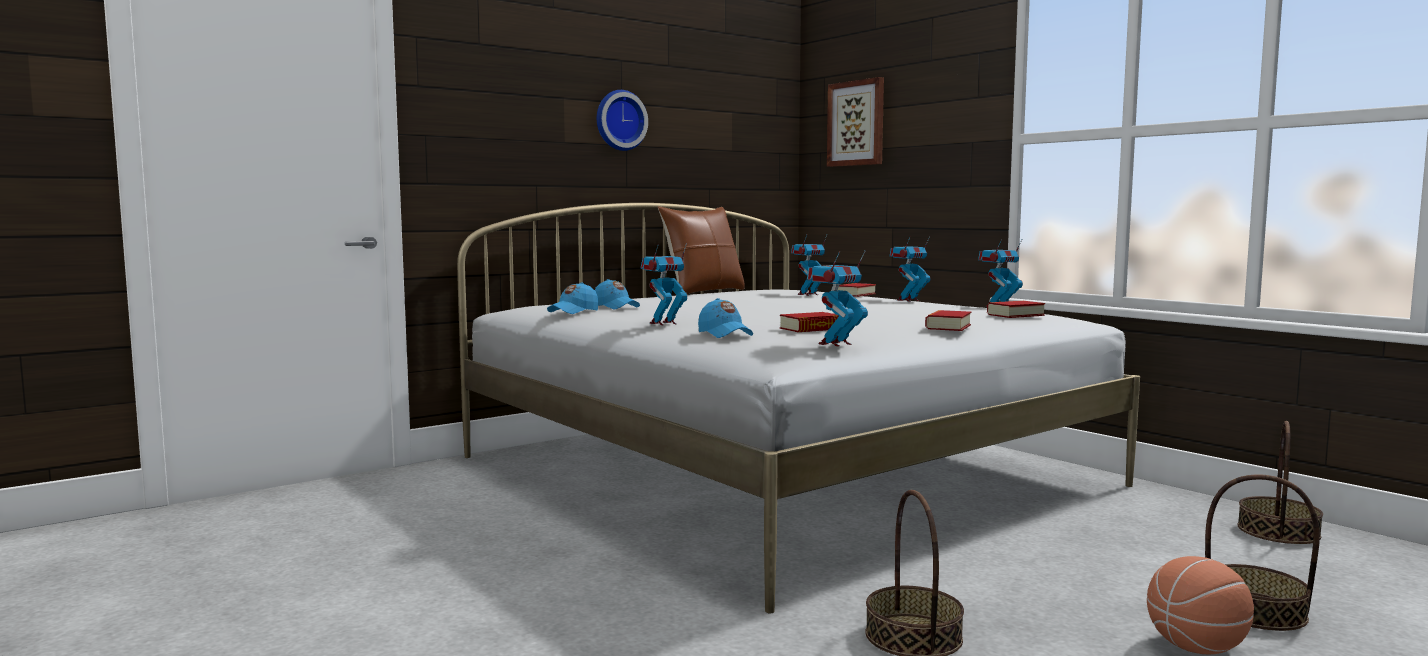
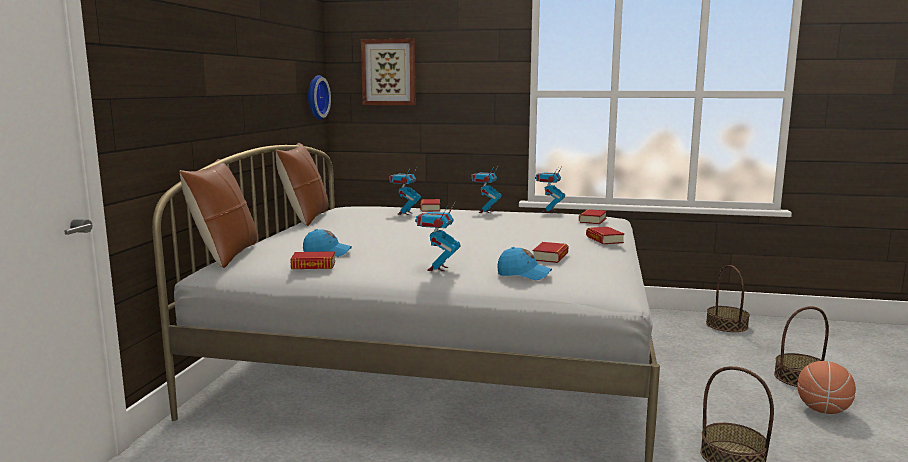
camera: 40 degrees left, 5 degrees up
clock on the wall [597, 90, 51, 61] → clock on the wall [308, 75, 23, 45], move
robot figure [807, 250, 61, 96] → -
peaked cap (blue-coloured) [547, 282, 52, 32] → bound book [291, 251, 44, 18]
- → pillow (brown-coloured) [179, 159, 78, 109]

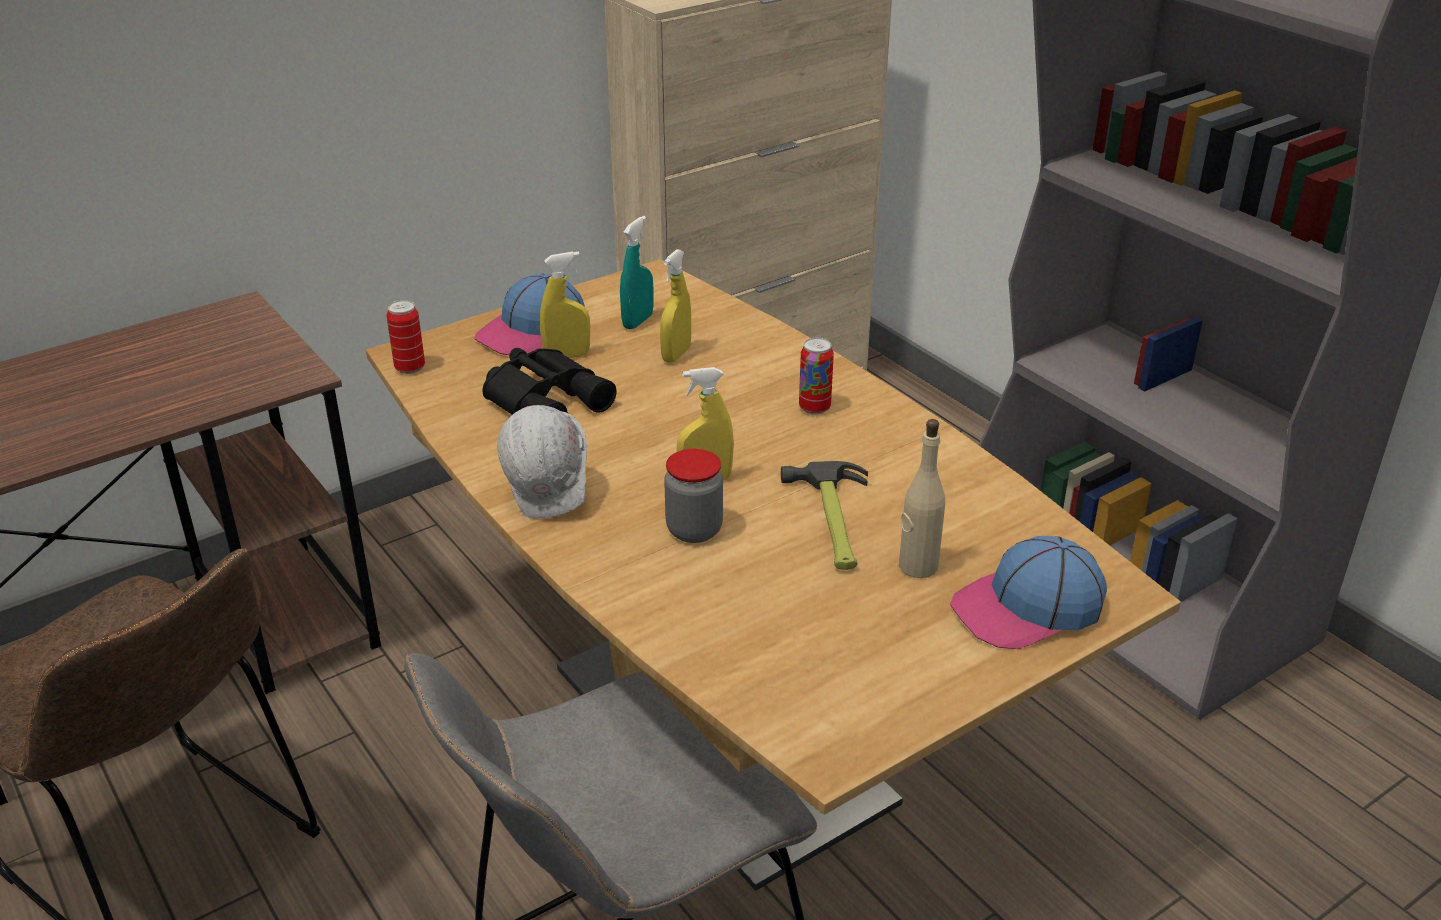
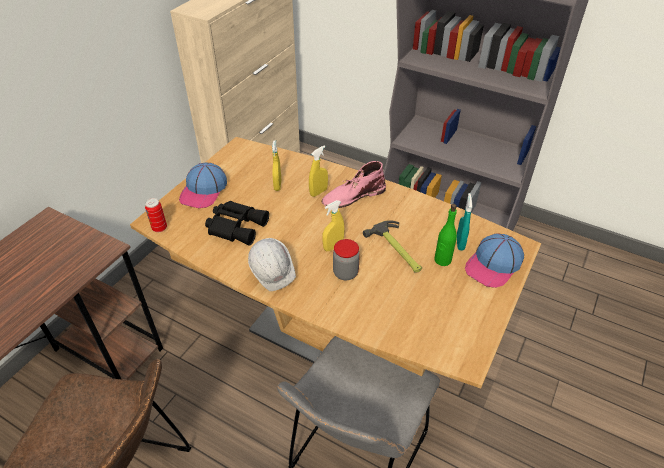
camera: 25 degrees left, 10 degrees up
sprayer (turquoise) [620, 216, 34, 113] → sprayer (turquoise) [457, 193, 15, 58], move
sprayer (yellow) [540, 251, 50, 107] → sprayer (yellow) [309, 146, 19, 51], move
can [799, 338, 35, 77] → high-top boot (pink-coloured) [322, 161, 64, 47]
beverage bottle (beige-coloured) [899, 419, 46, 159] → beverage bottle (green) [435, 204, 22, 62]

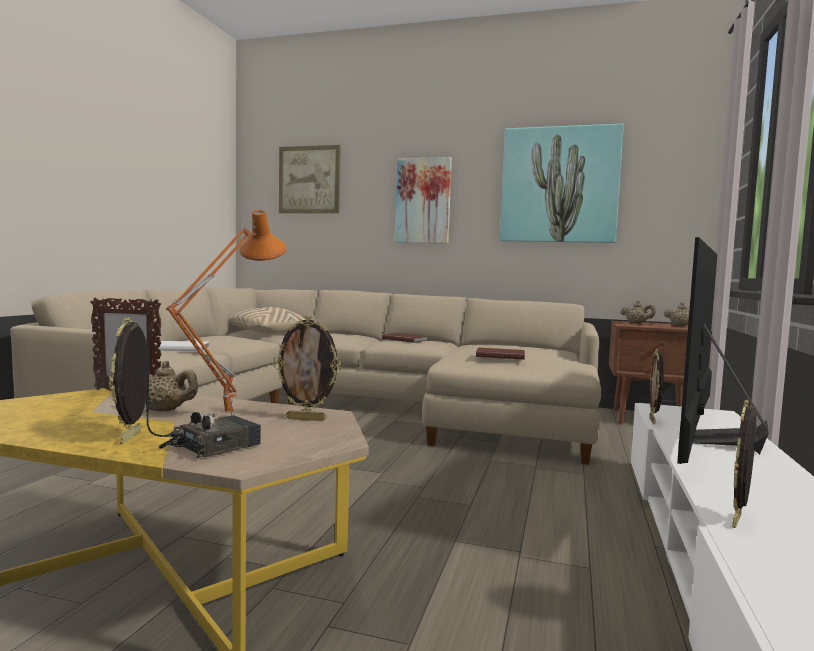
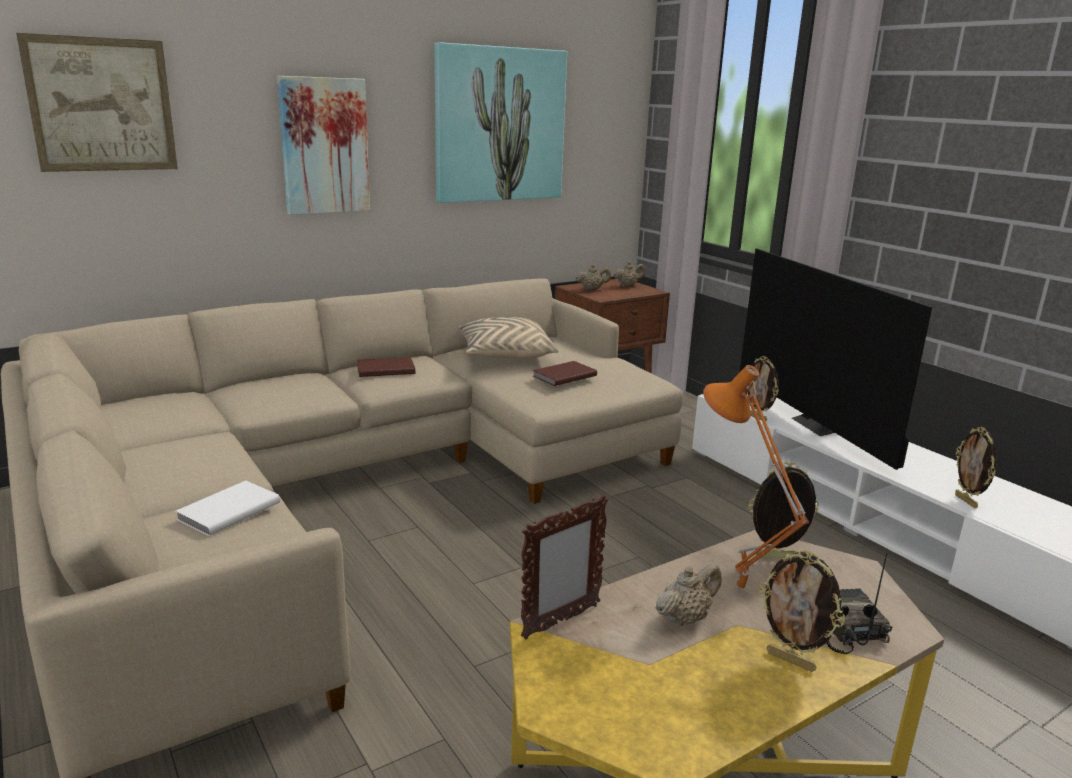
camera: 50 degrees left, 15 degrees up
pillow (beige-coloured) [229, 307, 77, 27] → pillow (beige-coloured) [458, 317, 100, 42], move
photo frame [273, 316, 69, 105] → photo frame [748, 462, 71, 96], 135 degrees counterclockwise

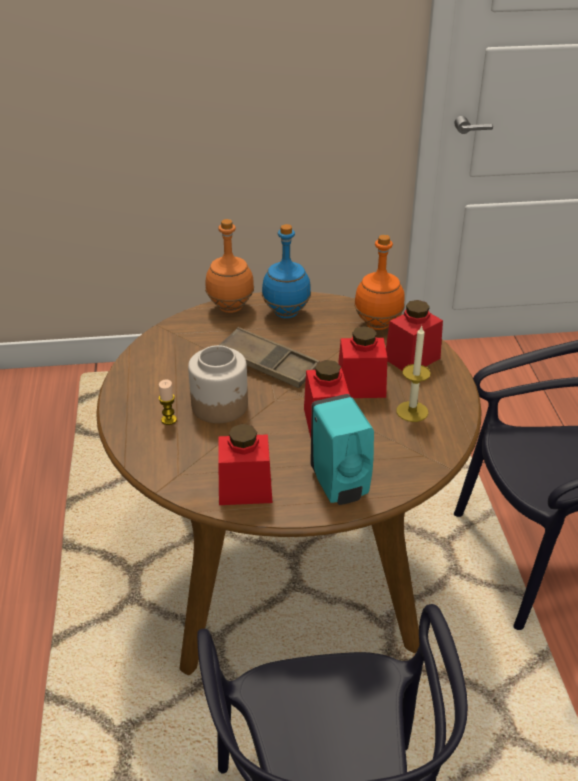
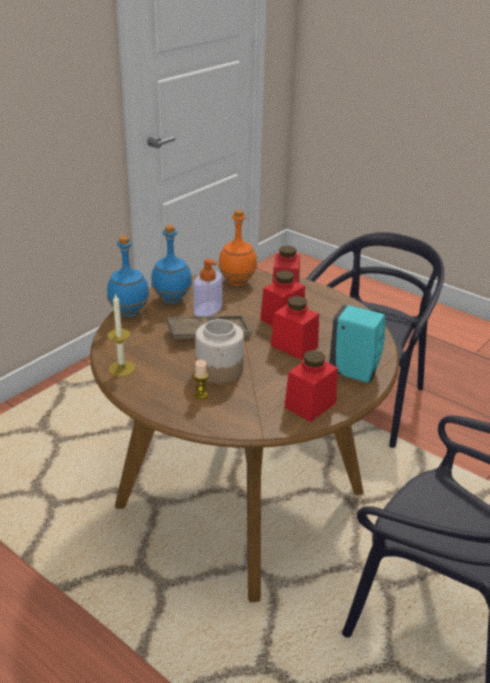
camera: 45 degrees left, 5 degrees down
beverage bottle (orange-coloured) [205, 219, 49, 94] → beverage bottle (blue-coloured) [107, 236, 42, 81]
wax light [396, 325, 35, 97] → wax light [107, 293, 28, 83], move
- → soap dispenser [193, 258, 29, 58]

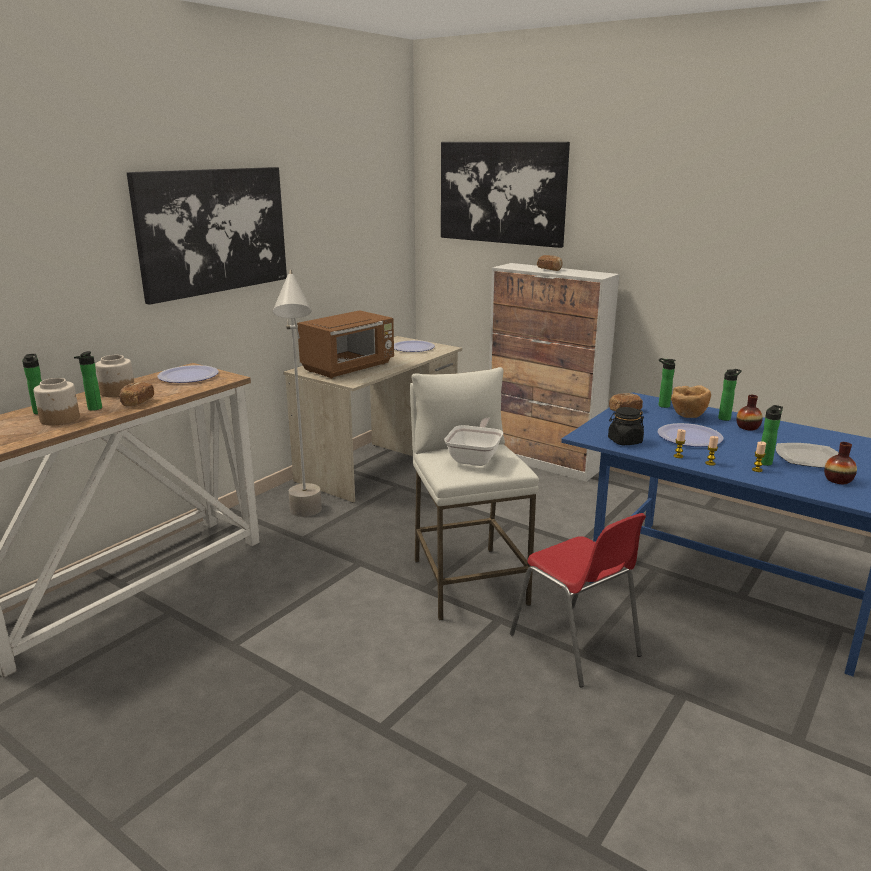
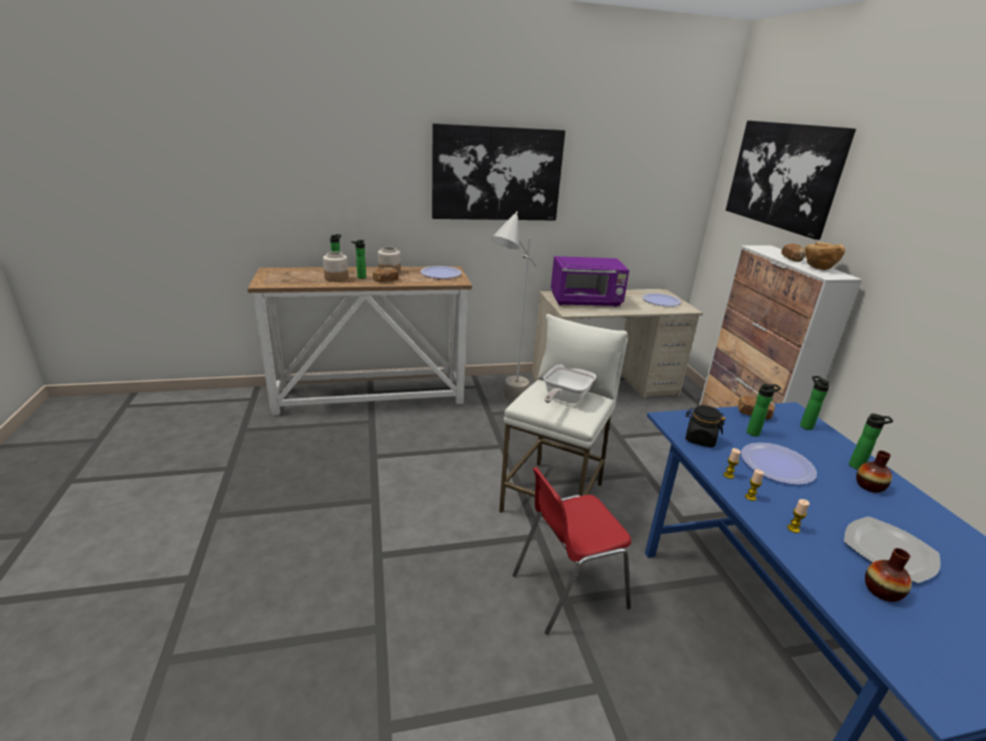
camera: 40 degrees right, 5 degrees up
kitchen microwave (brown-coloured) [297, 310, 97, 69] → kitchen microwave (purple) [551, 256, 78, 51]
serving bowl (brown-coloured) [671, 385, 40, 33] → serving bowl (brown-coloured) [805, 242, 40, 28], move
beverage bottle [761, 405, 22, 61] → beverage bottle [747, 384, 34, 52], move
skillet [444, 418, 59, 48] → skillet [543, 364, 54, 40], 150 degrees clockwise
upright chair (red) [510, 513, 136, 175] → upright chair (red) [513, 467, 118, 168], 60 degrees clockwise

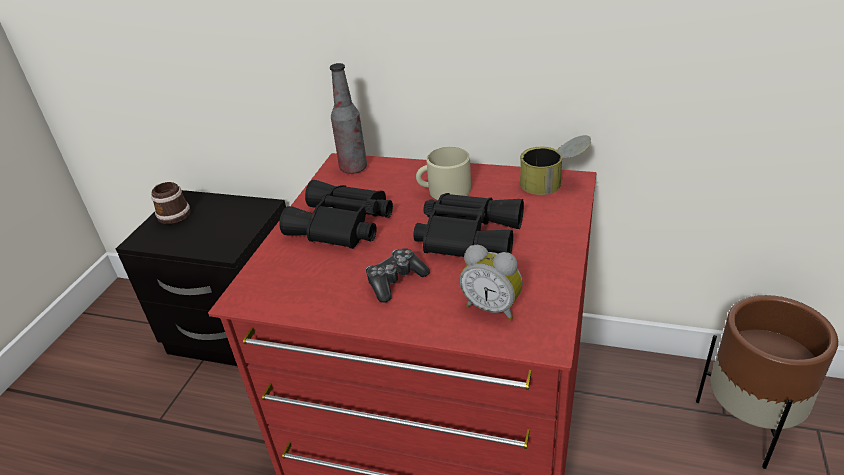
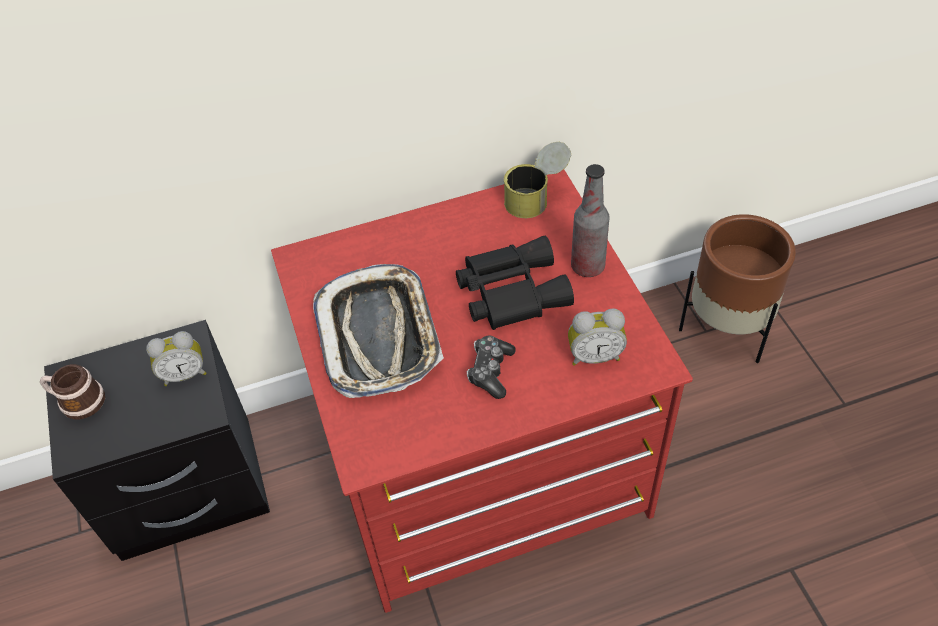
camera: 35 degrees left, 15 degrees up
beverage bottle [330, 63, 37, 111] → beverage bottle [571, 164, 39, 113], move
tea mug (beige-coloured) [416, 147, 55, 53] → -
field glasses (black-coloured) [279, 180, 114, 69] → carrying tray [313, 264, 131, 134]
- → alarm clock [146, 331, 61, 55]

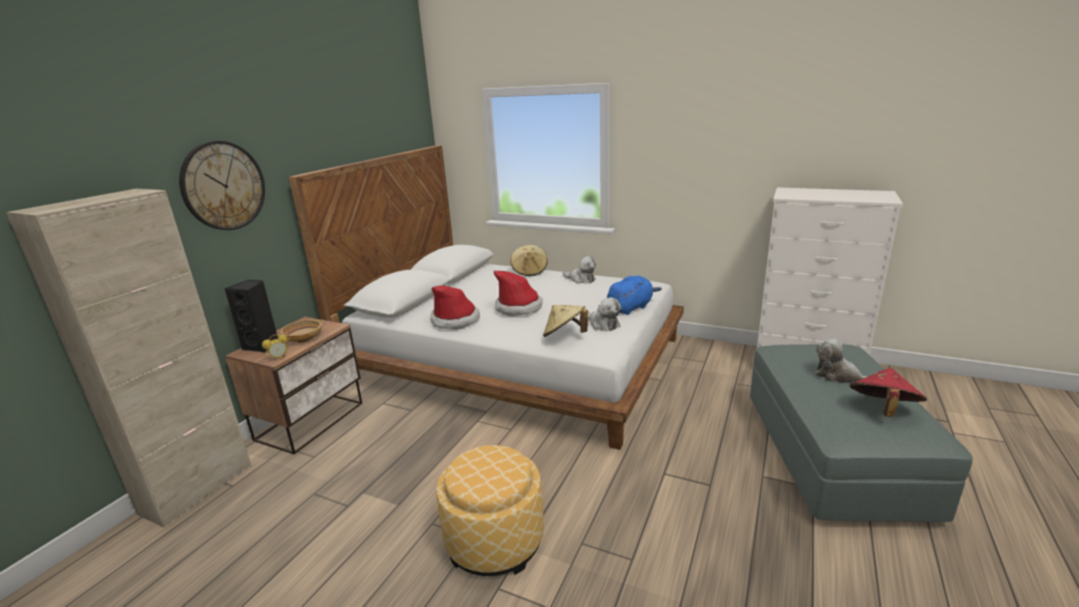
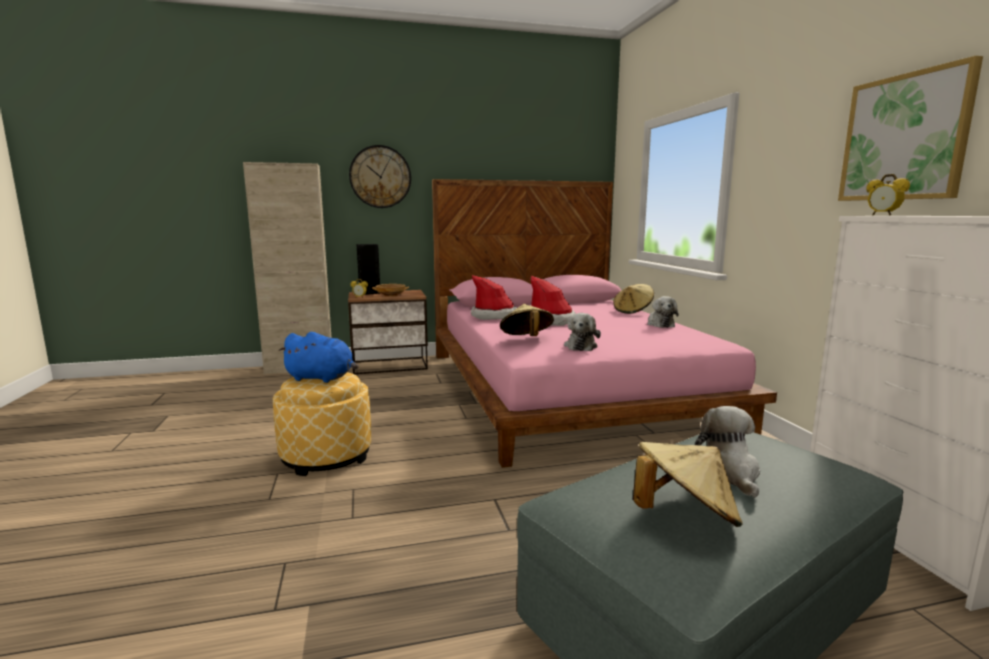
camera: 50 degrees right, 10 degrees down
sleeping bed (white) [289, 145, 395, 305] → sleeping bed (pink-coloured) [432, 179, 345, 289]
plush toy (blue-coloured) [607, 276, 55, 39] → plush toy (blue-coloured) [278, 332, 80, 51], move
hat (red) [850, 368, 77, 49] → hat (beige-coloured) [633, 442, 110, 85]
- → wall picture [838, 56, 145, 145]
- → alarm clock [866, 174, 44, 42]

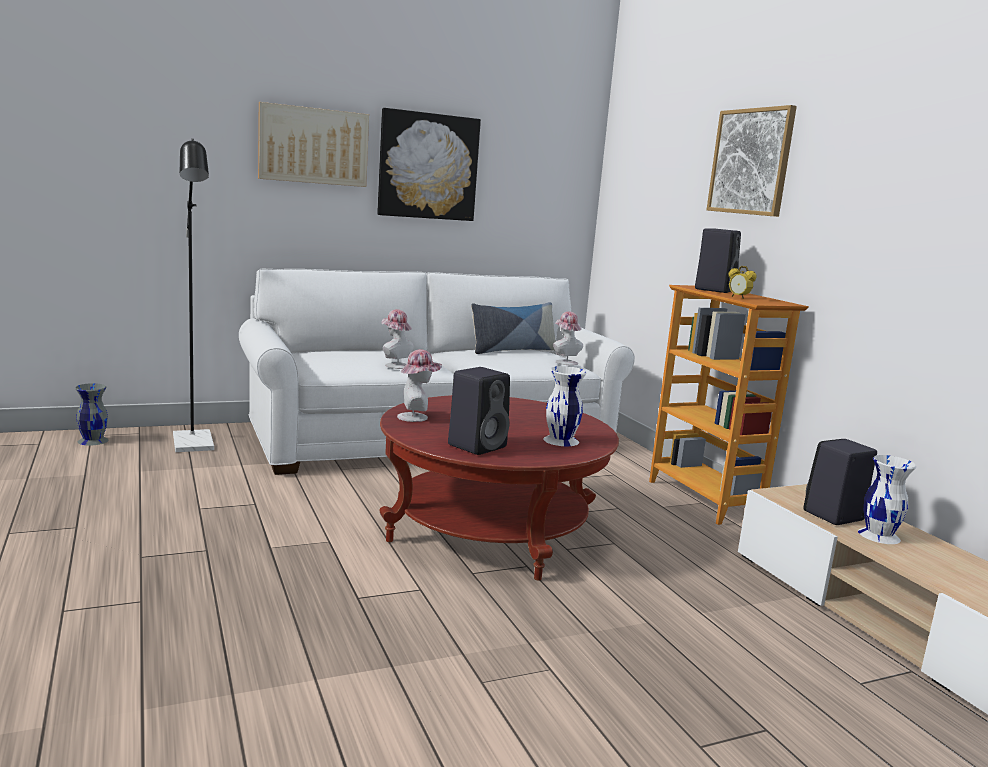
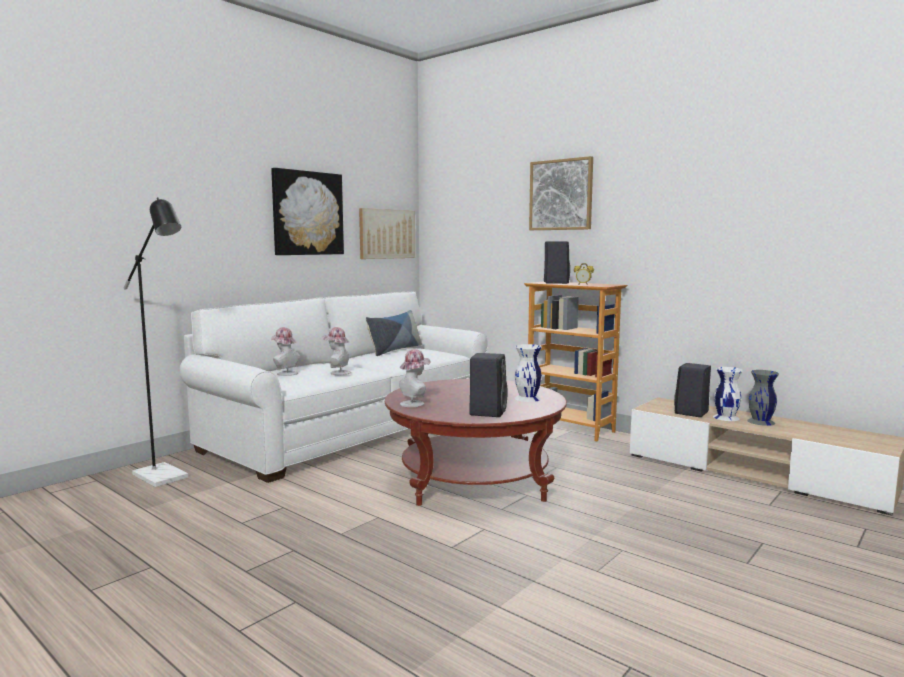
camera: 25 degrees left, 5 degrees down
wall picture [258, 102, 111, 85] → wall picture [359, 208, 56, 51], move
hat [553, 311, 30, 55] → hat [271, 327, 29, 49], move
flower vase (grey) [75, 383, 34, 62] → flower vase (grey) [747, 370, 32, 56], move

